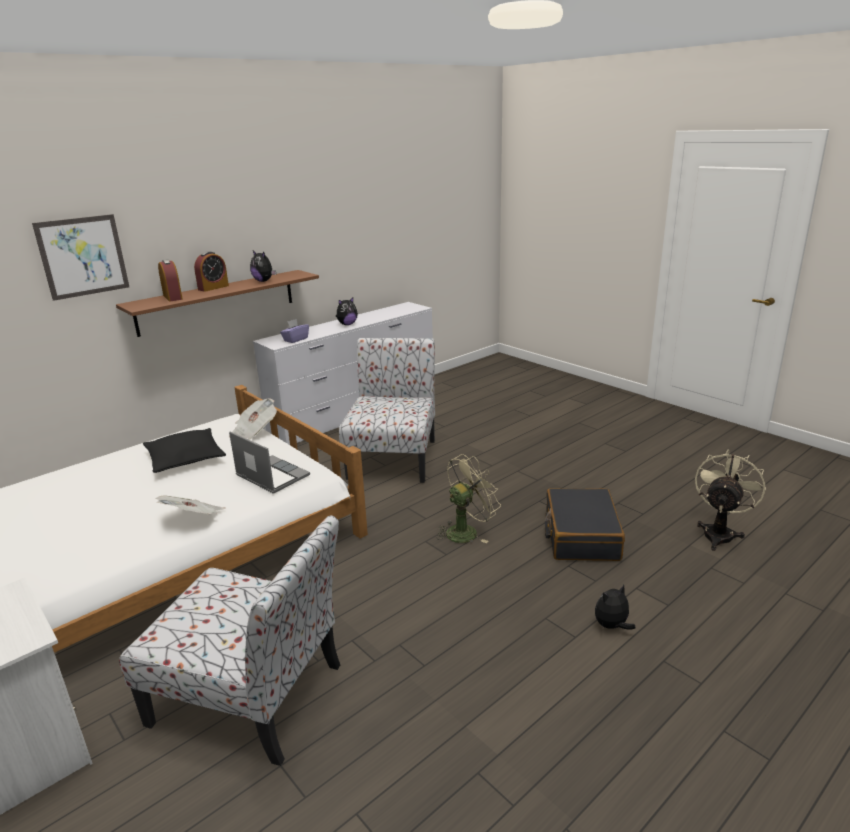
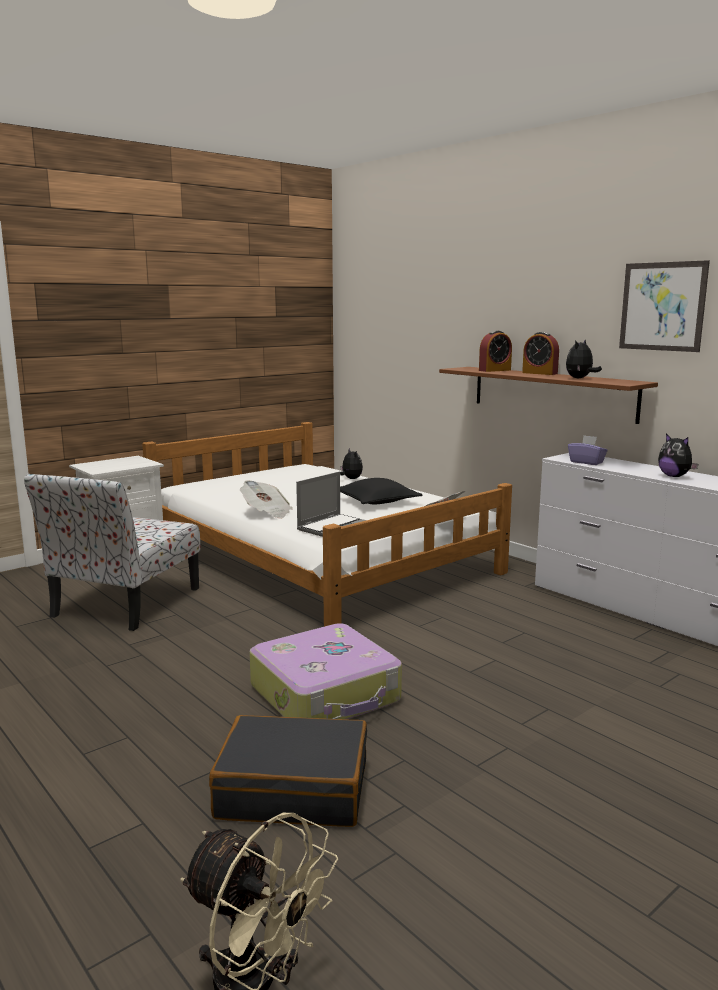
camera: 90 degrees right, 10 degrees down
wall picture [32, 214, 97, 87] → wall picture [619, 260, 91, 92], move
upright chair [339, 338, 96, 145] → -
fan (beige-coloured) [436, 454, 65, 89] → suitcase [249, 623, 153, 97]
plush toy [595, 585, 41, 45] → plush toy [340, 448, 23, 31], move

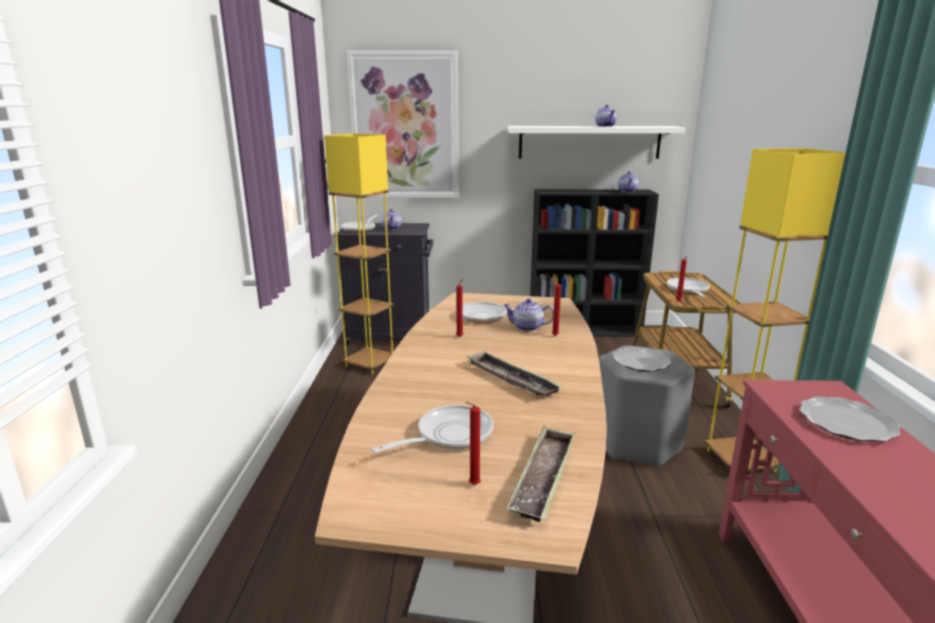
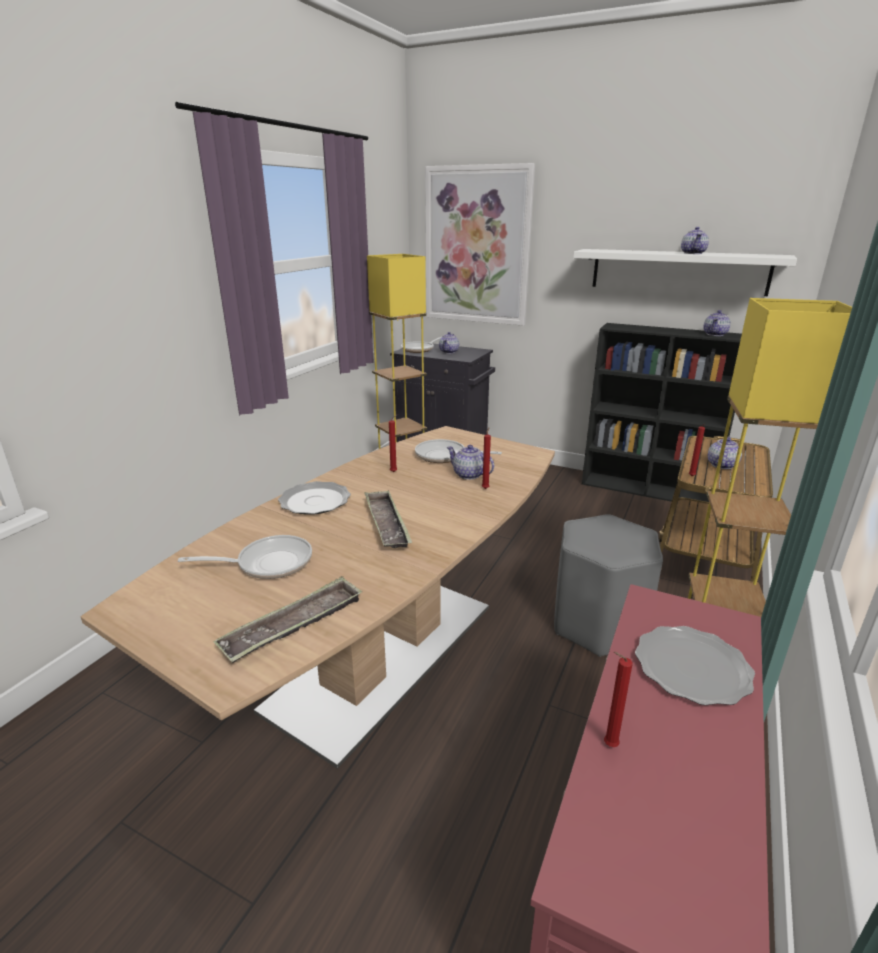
camera: 25 degrees right, 5 degrees up
skillet [667, 278, 43, 19] → pot for tea [708, 436, 34, 33]
flat dish [613, 347, 59, 25] → flat dish [278, 481, 73, 34], move
wax light (red) [466, 402, 15, 83] → wax light (red) [604, 652, 29, 95], move

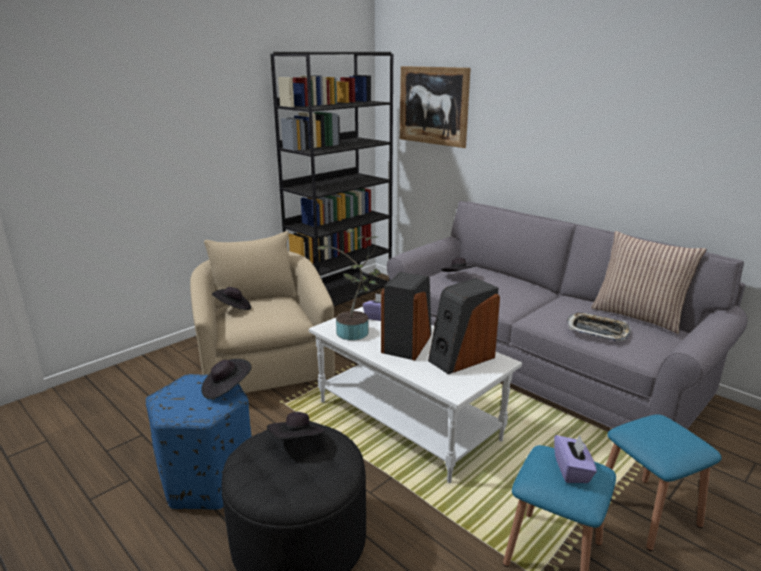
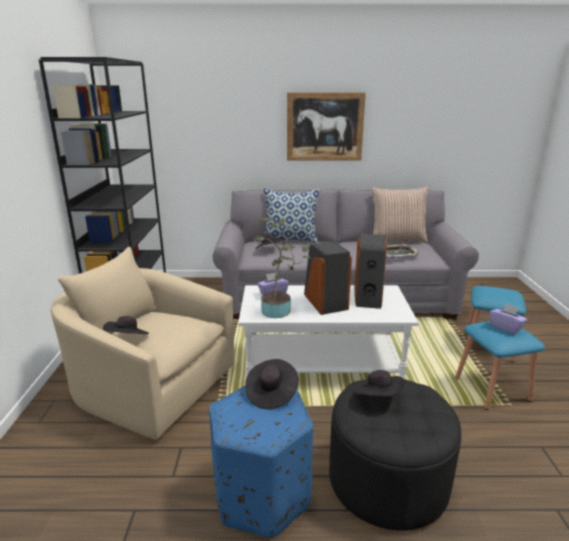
camera: 45 degrees left, 0 degrees up
wall picture [400, 66, 71, 82] → wall picture [287, 92, 79, 69], move
- → pillow [263, 188, 56, 56]

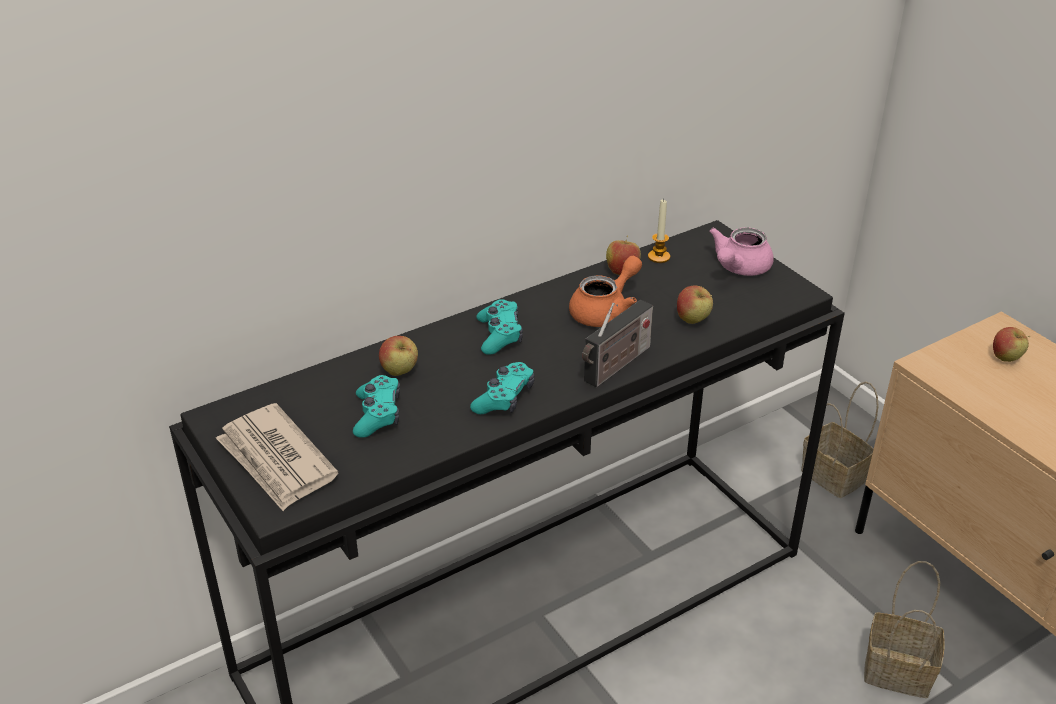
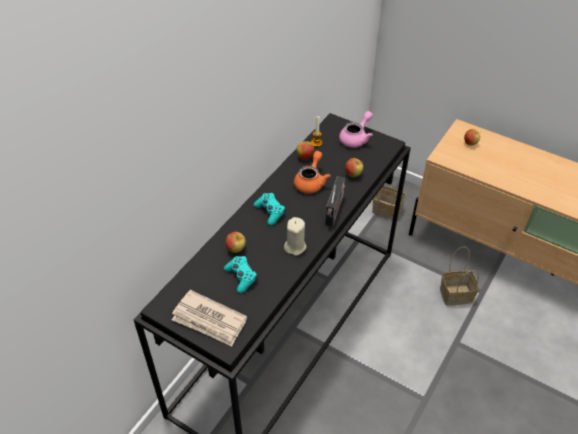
camera: 25 degrees left, 10 degrees up
pot for tea (pink-coloured) [709, 227, 65, 49] → pot for tea (pink-coloured) [339, 111, 34, 37], 150 degrees counterclockwise
joypad (turquoise) [470, 362, 65, 52] → wax light (beige-coloured) [284, 217, 23, 39]

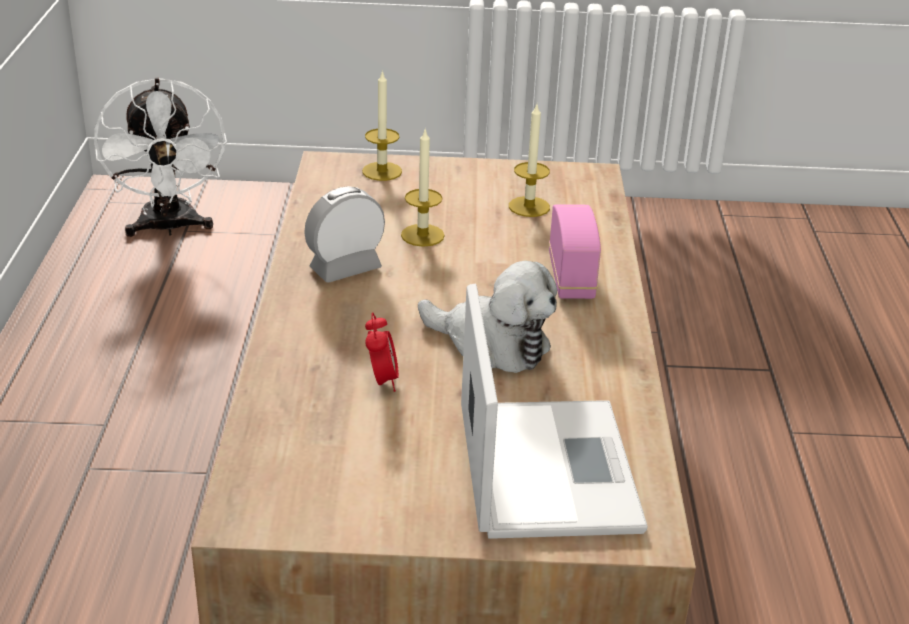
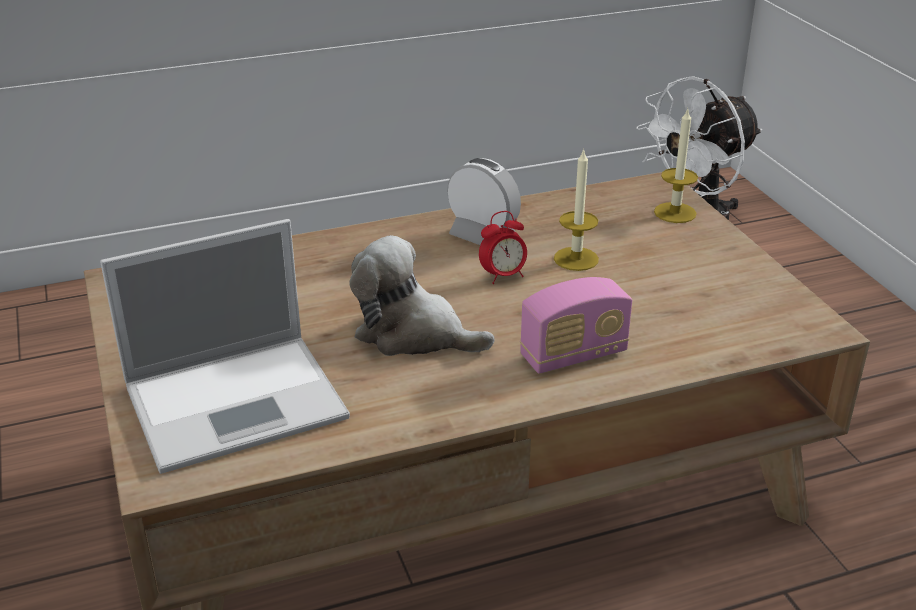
camera: 70 degrees right, 0 degrees up
wax light [509, 105, 41, 112] → -
plush toy [418, 261, 139, 112] → plush toy [349, 235, 146, 121], 105 degrees clockwise
alarm clock [365, 312, 34, 80] → alarm clock [479, 211, 48, 73], move

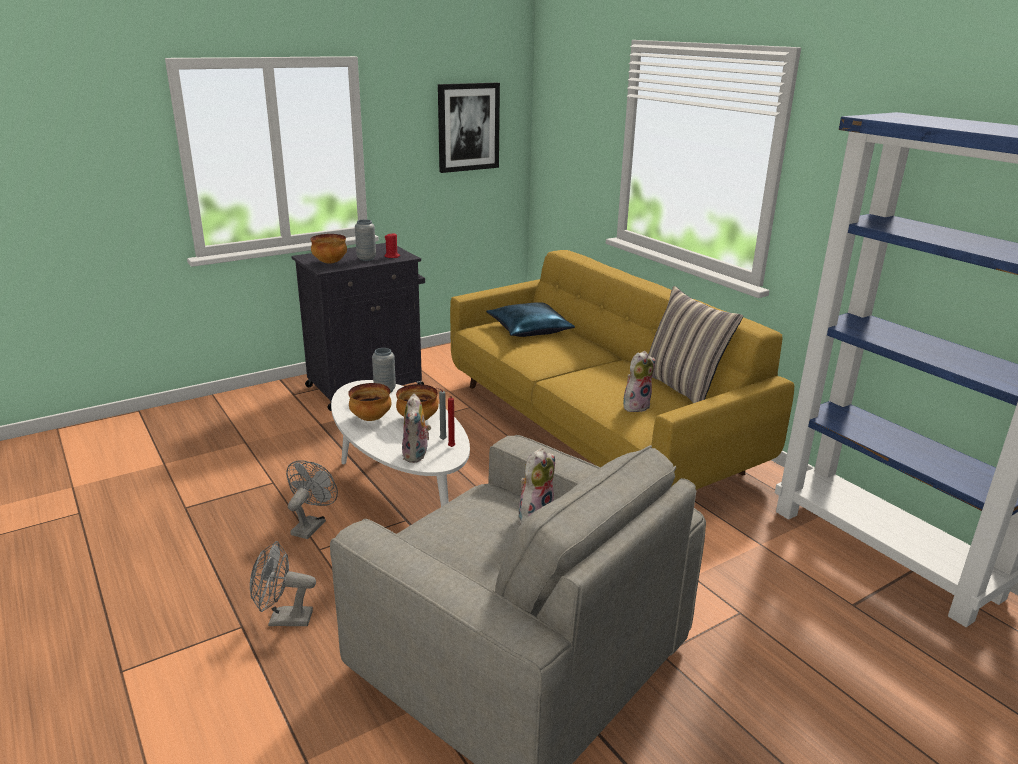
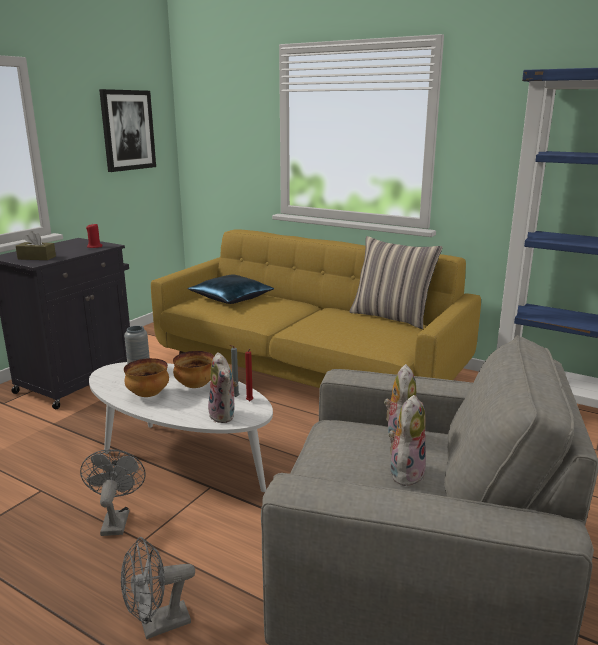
camera: 25 degrees left, 5 degrees down
flower vase (grey) [355, 220, 21, 41] → -
serving bowl [310, 234, 37, 30] → tissue holder (brown-coloured) [16, 231, 40, 29]
plush toy [623, 351, 33, 61] → plush toy [389, 395, 37, 91], move

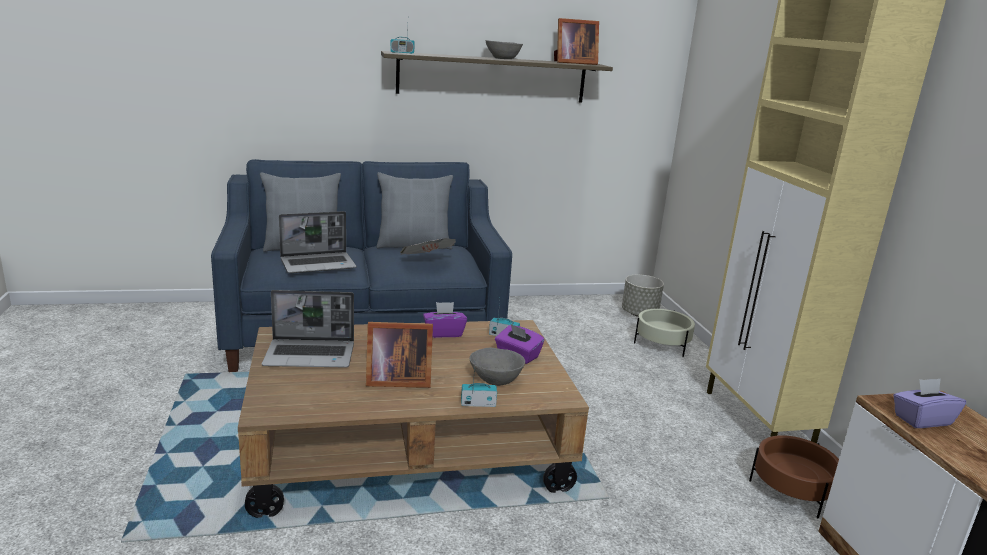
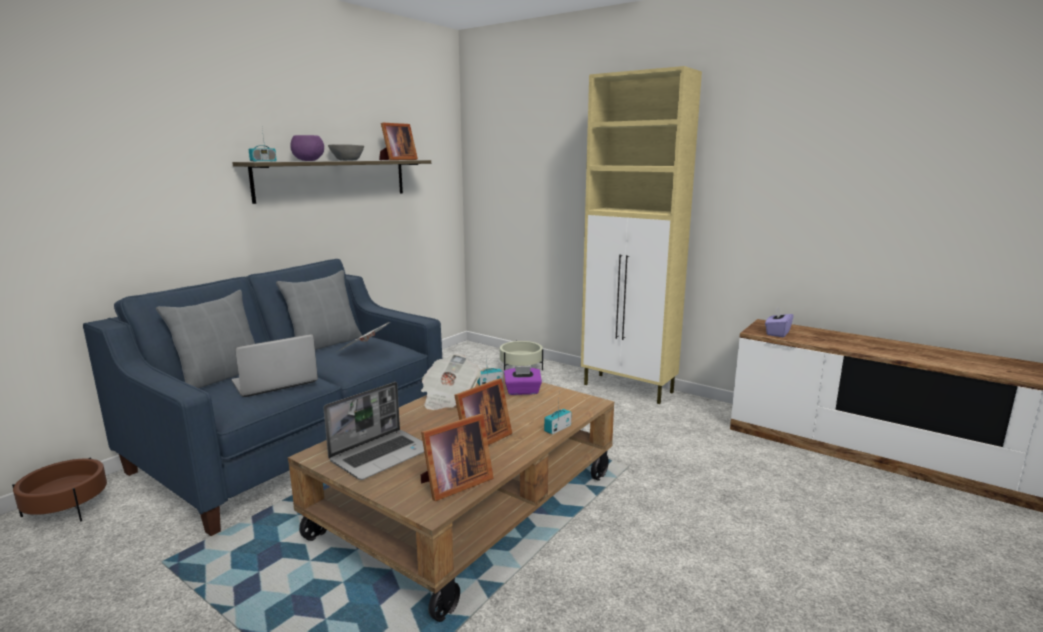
camera: 40 degrees left, 5 degrees down
portable computer [279, 211, 78, 62] → portable computer [232, 334, 86, 63], 150 degrees counterclockwise
planter (grey) [622, 274, 42, 43] → -
tissue holder (purple) [423, 302, 44, 36] → newspaper [421, 354, 60, 56]
serving bowl (grey) [469, 348, 56, 38] → -
planter (brown-coloured) [749, 435, 90, 83] → planter (brown-coloured) [12, 457, 95, 64], move
- → serving bowl (purple) [290, 135, 34, 26]
- → photo frame [421, 414, 73, 87]

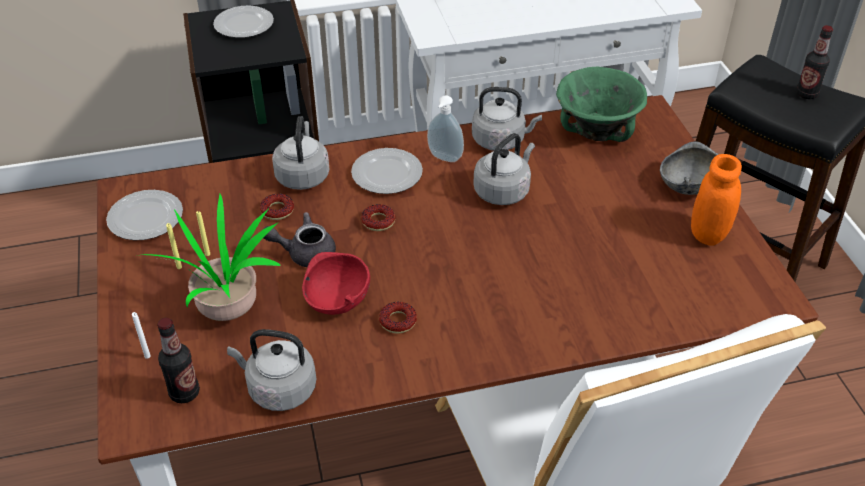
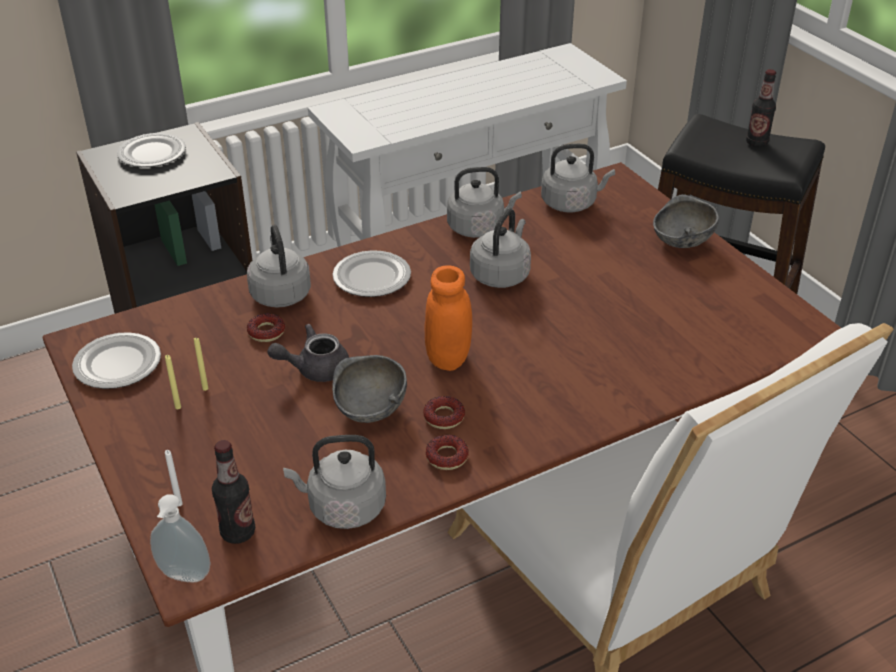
camera: 15 degrees left, 5 degrees down
serving bowl (green) [556, 67, 91, 75] → water kettle (grey) [541, 144, 74, 68]
soap dispenser [427, 95, 37, 67] → soap dispenser [150, 494, 60, 88], move
jar (orange-coloured) [691, 154, 51, 92] → jar (orange-coloured) [424, 265, 48, 106], move
potted plant [142, 194, 138, 127] → -
ring doughnut [361, 204, 34, 27] → ring doughnut [426, 435, 43, 35], move
serving bowl (red) [302, 252, 68, 63] → serving bowl (grey) [332, 355, 75, 68]

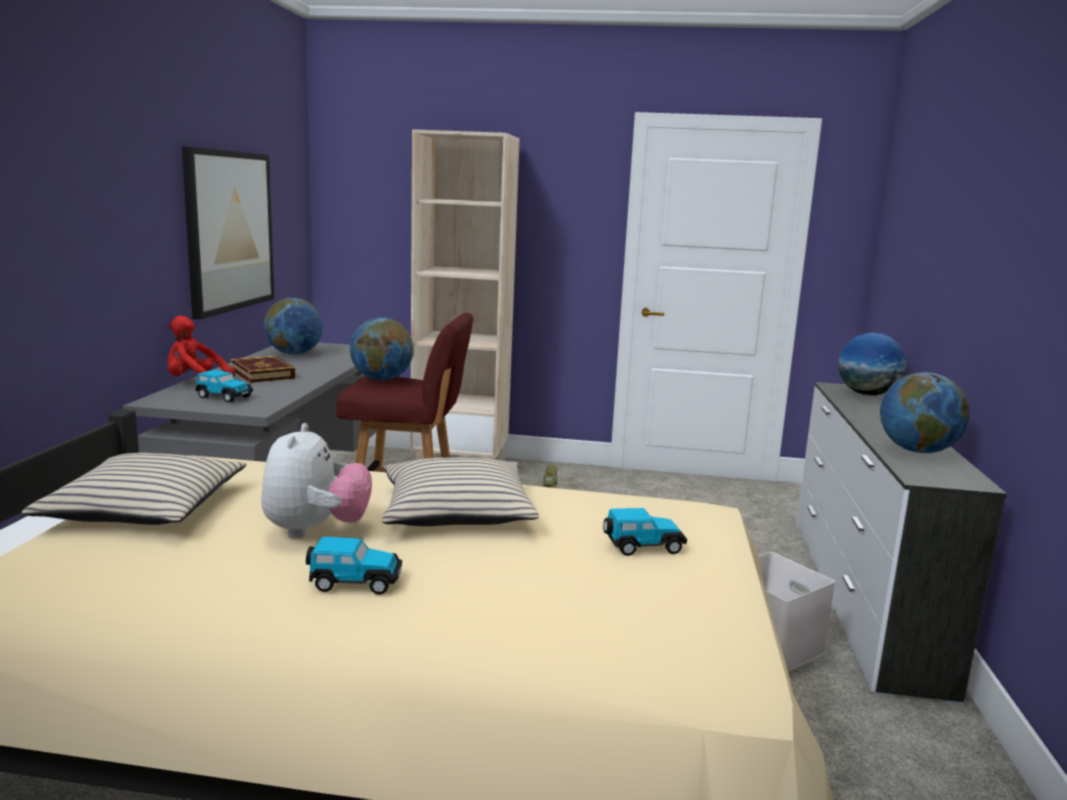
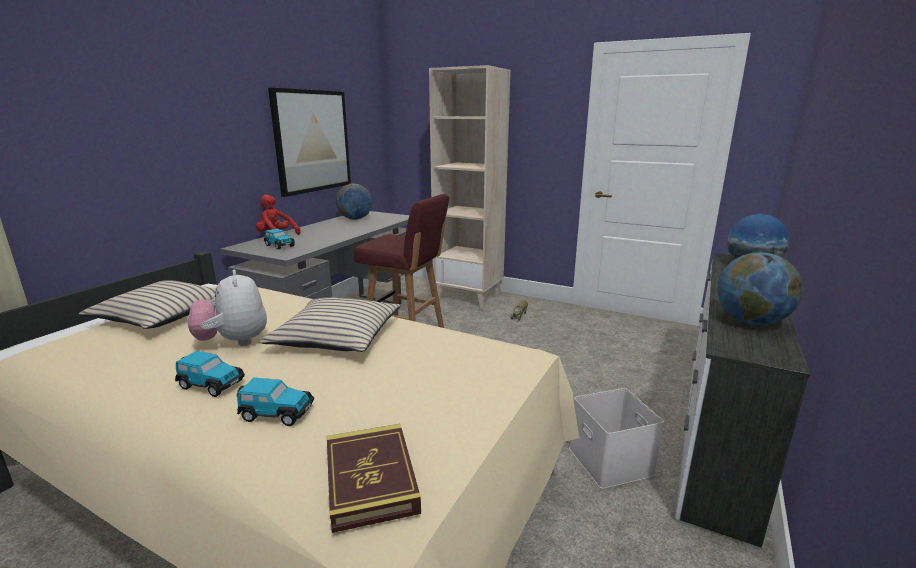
camera: 20 degrees right, 5 degrees up
world globe [350, 317, 64, 64] → -
bound book [231, 356, 65, 27] → bound book [327, 424, 94, 109], move
plush toy [261, 423, 111, 115] → plush toy [187, 270, 80, 76], 135 degrees clockwise
toy car [603, 508, 84, 48] → toy car [237, 377, 77, 49], move

